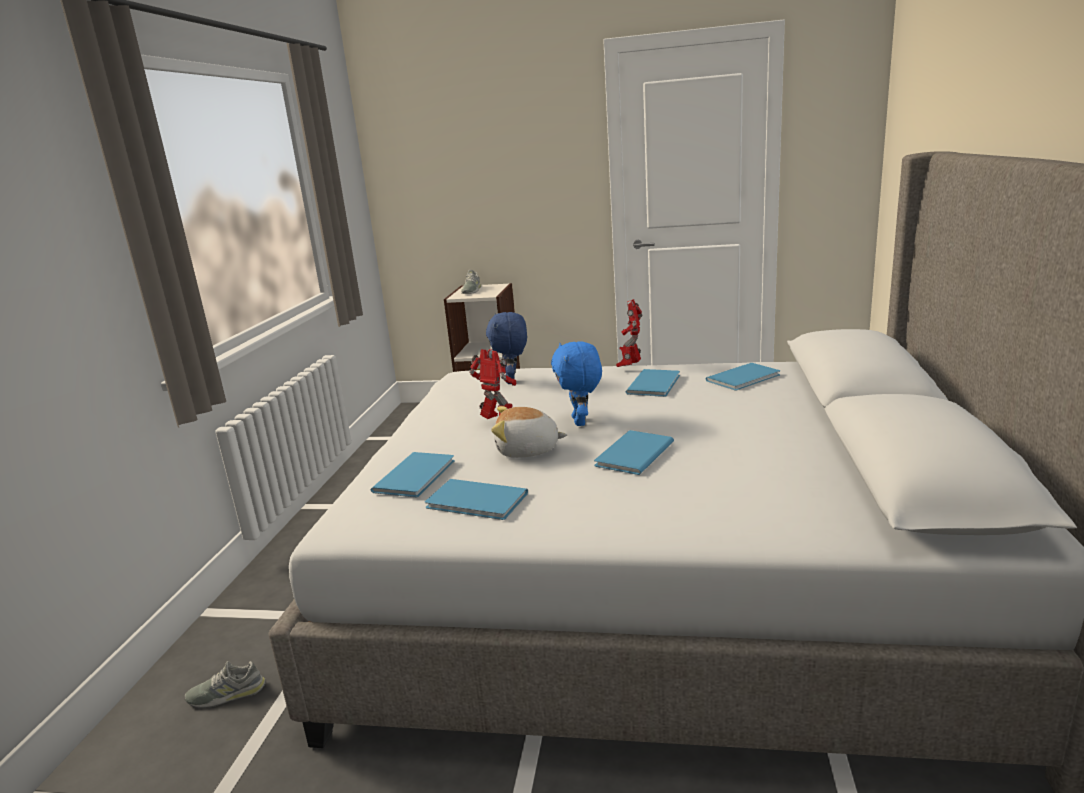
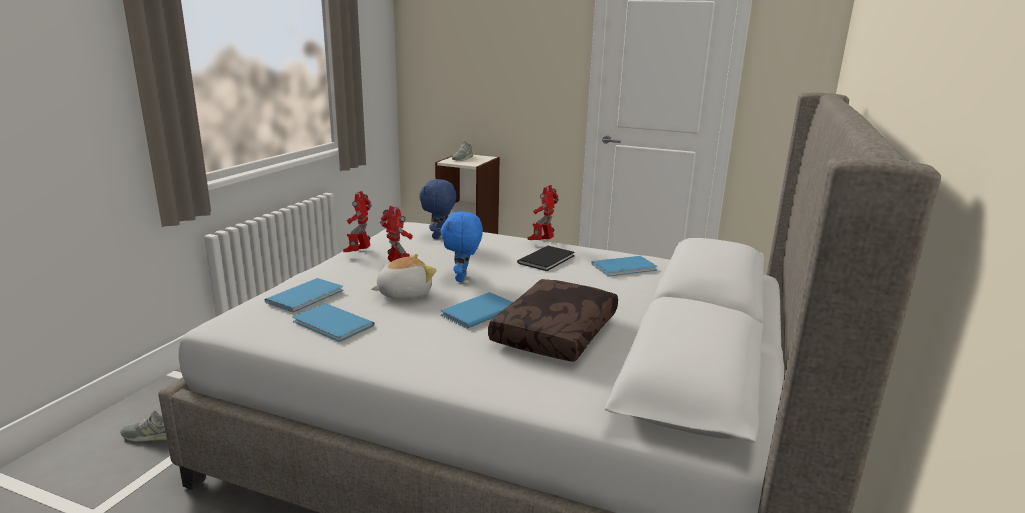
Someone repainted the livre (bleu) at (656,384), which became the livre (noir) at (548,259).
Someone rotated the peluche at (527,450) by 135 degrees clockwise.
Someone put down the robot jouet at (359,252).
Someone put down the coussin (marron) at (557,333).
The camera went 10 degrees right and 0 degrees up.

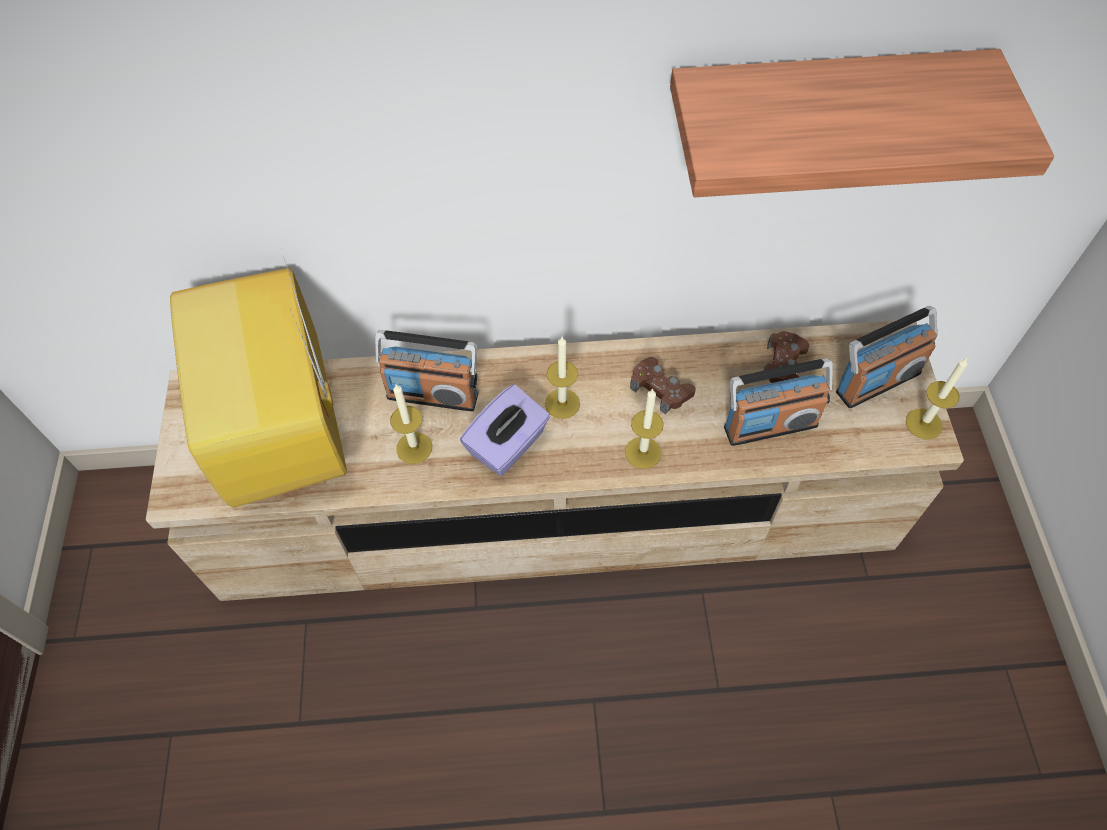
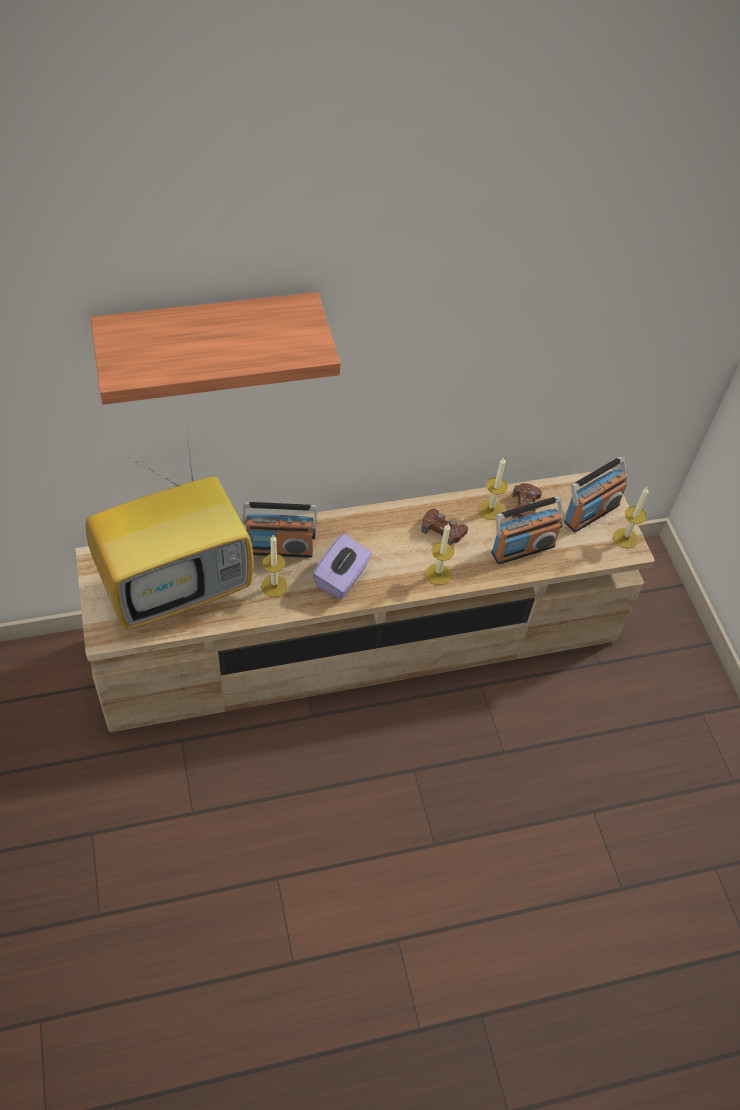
Someone carried the étagère from (822,109) to (209,337).
Someone rotated the téléviseur at (288,435) by 90 degrees counterclockwise.
Someone carried the bougie from (562,403) to (490,510).
The camera went 15 degrees left and 5 degrees down.

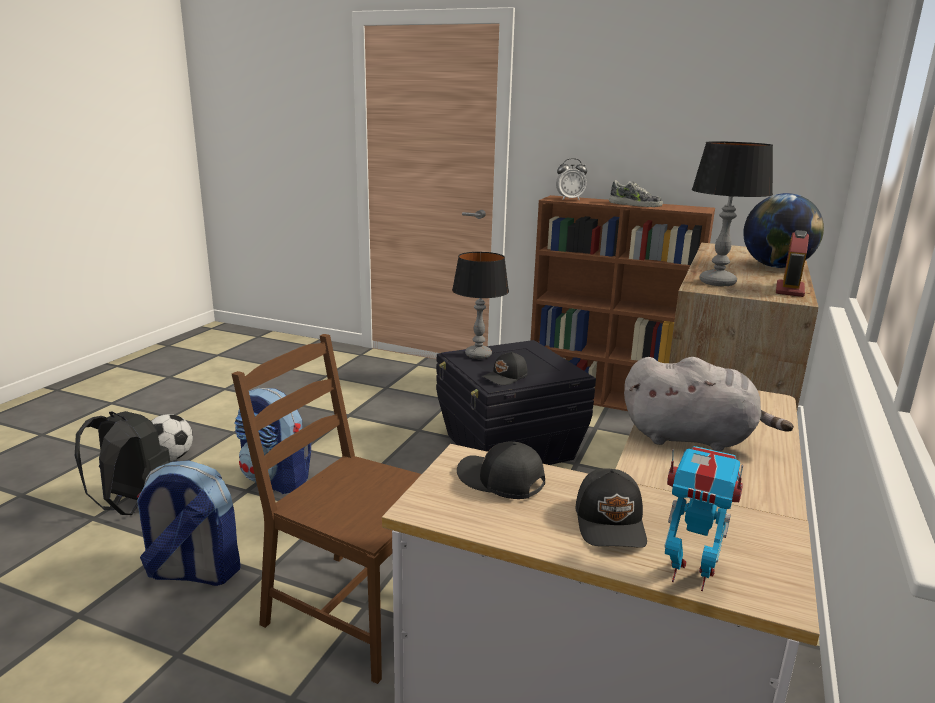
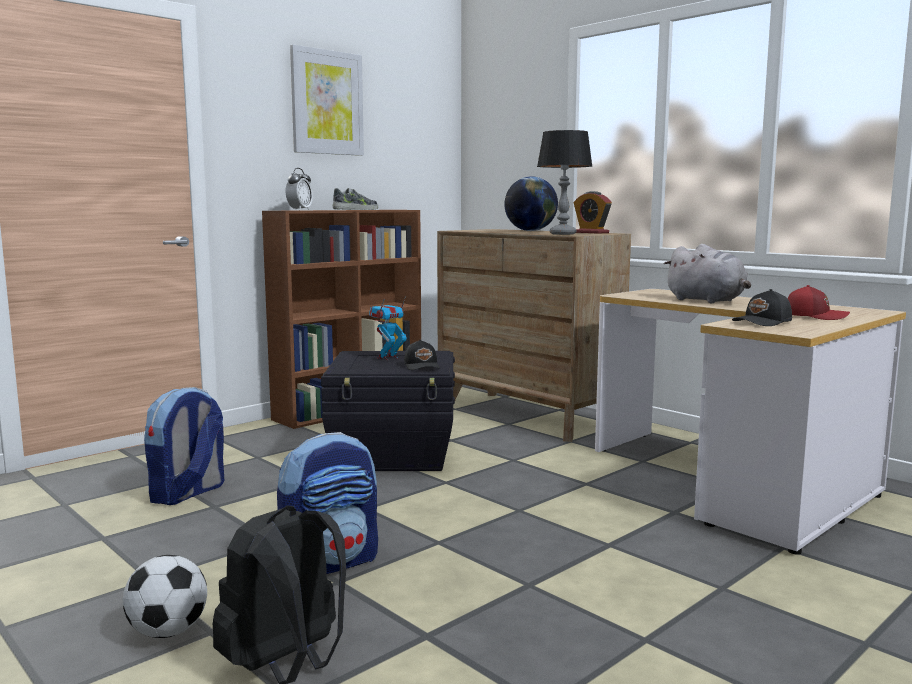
Someone took away the lampe de table at (478,355).
Someone took away the chaise (marron) at (354,611).
Someone rotated the peluche (gris) at (692,438) by 105 degrees clockwise.
Someone carried the robot jouet from (690,574) to (388,358).
Someone carried the sac à dos from (193,572) to (187,493).
Someone repainted the casquette (noir) at (611,523), which became the casquette (rouge) at (814,316).
Someone put up the tableau at (327,102).
The camera went 65 degrees left and 10 degrees down.

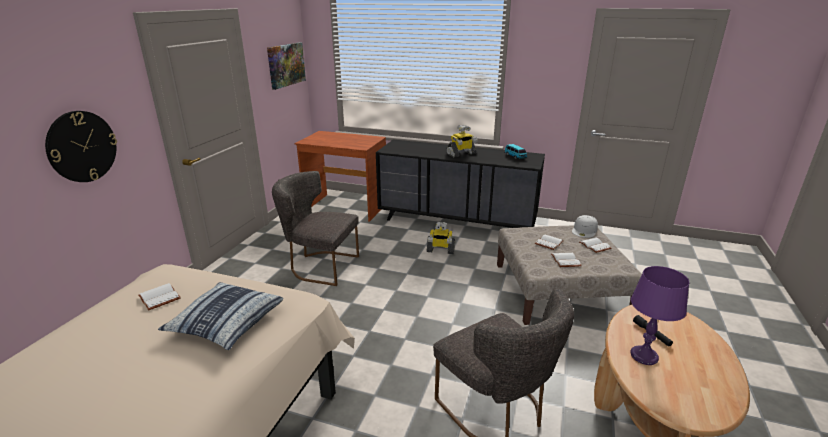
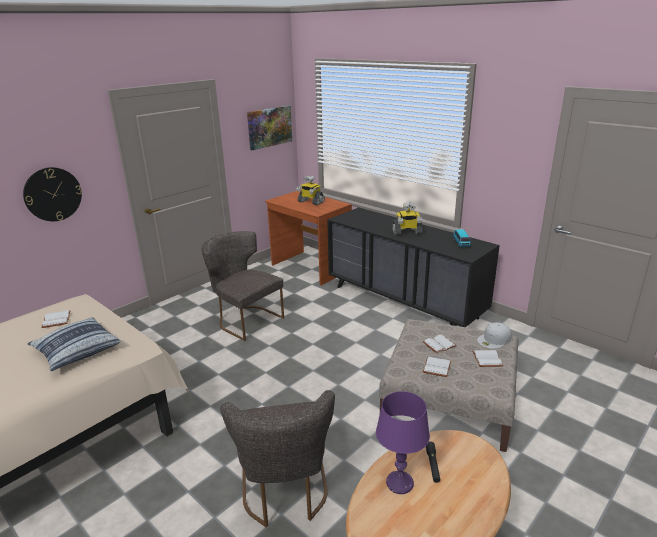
Someone carried the robot jouet from (440,250) to (310,202).
The camera went 25 degrees right and 0 degrees up.

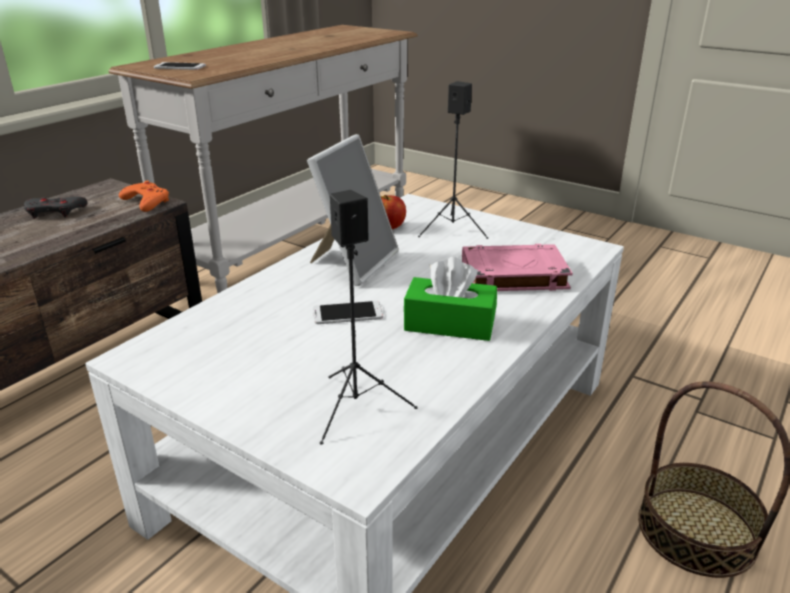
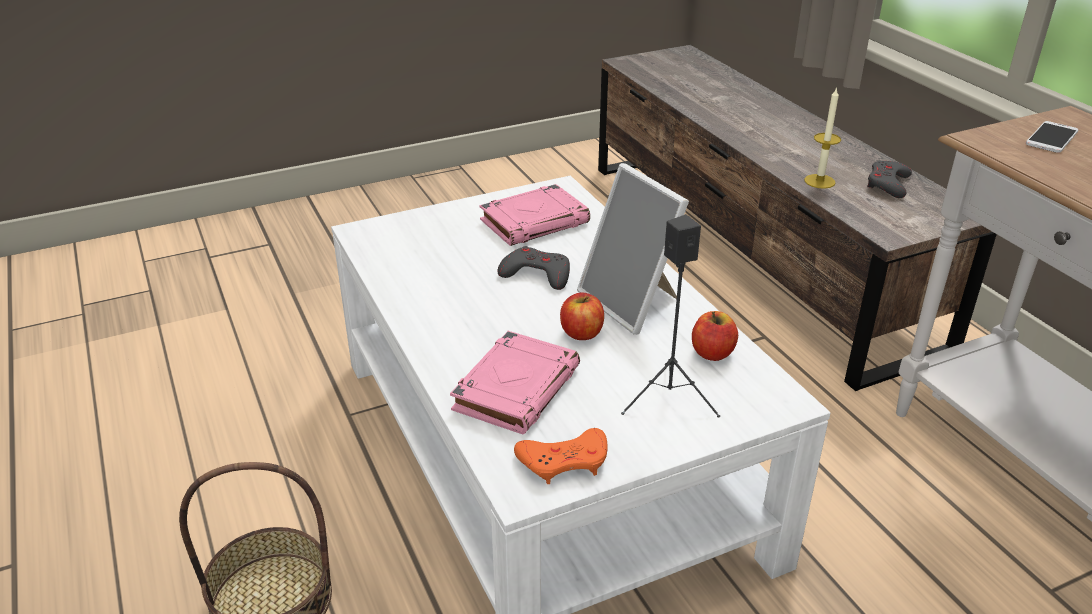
Someone carried the manette (orange) from (146,201) to (564,461).
Someone took away the enceinte (noir) at (357,407).
Someone took away the boîte à mouchoirs (vert) at (449,324).
Someone swapped the téléphone at (347,313) for the manette (gris) at (536,274).
Someone put down the bougie at (819,181).
Someone put down the livre (rose) at (535,221).
Someone put down the pomme at (581,333).
The camera went 120 degrees right and 5 degrees up.

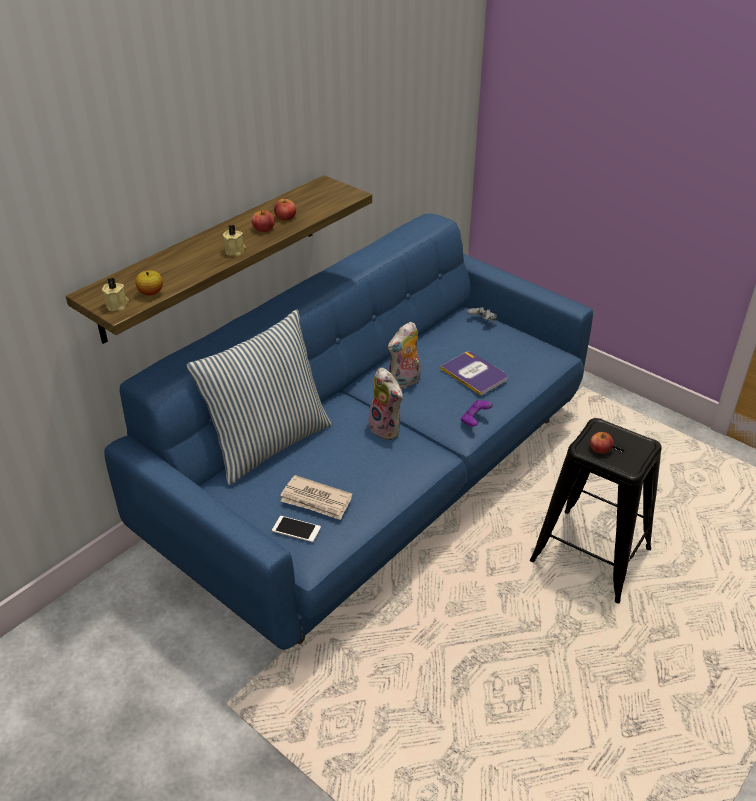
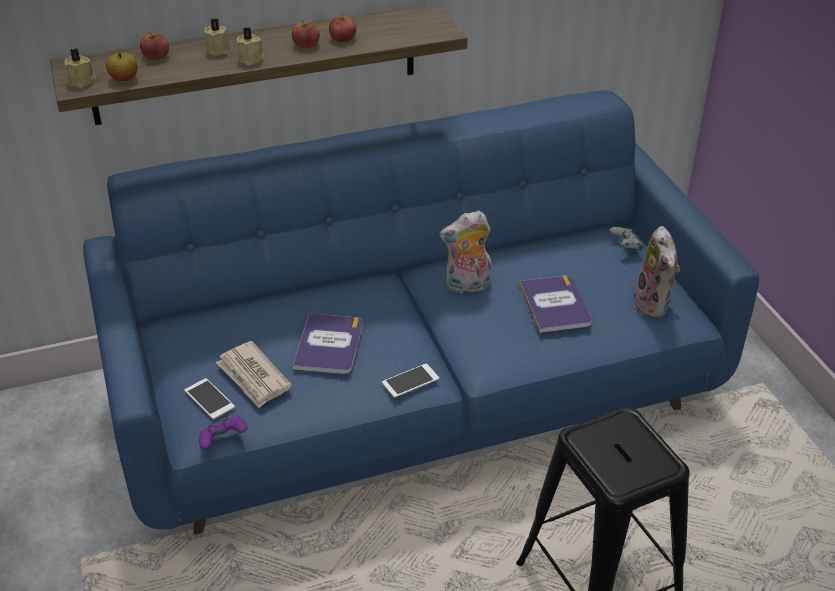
Someone took away the coussin at (268,443).
Someone carried the peluche from (387,429) to (654,305).
Someone carried the manette (violet) from (475,420) to (223,441).
Someone carried the pomme from (600,448) to (156,56).
Someone put down the bougie (beige) at (219,49).
Someone put down the livre at (329,345).
Someone put down the téléphone at (410,381).
The camera went 30 degrees right and 0 degrees up.

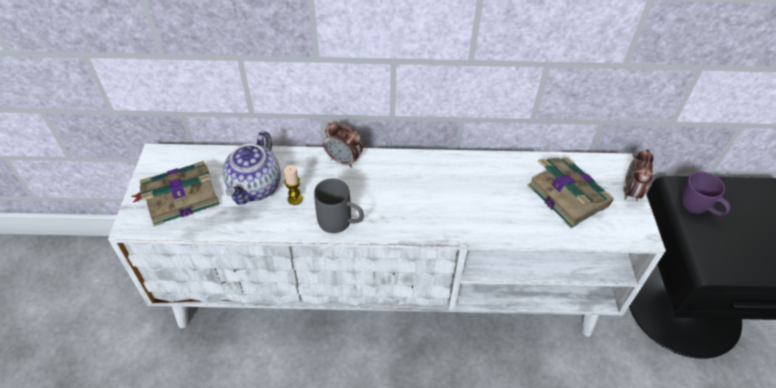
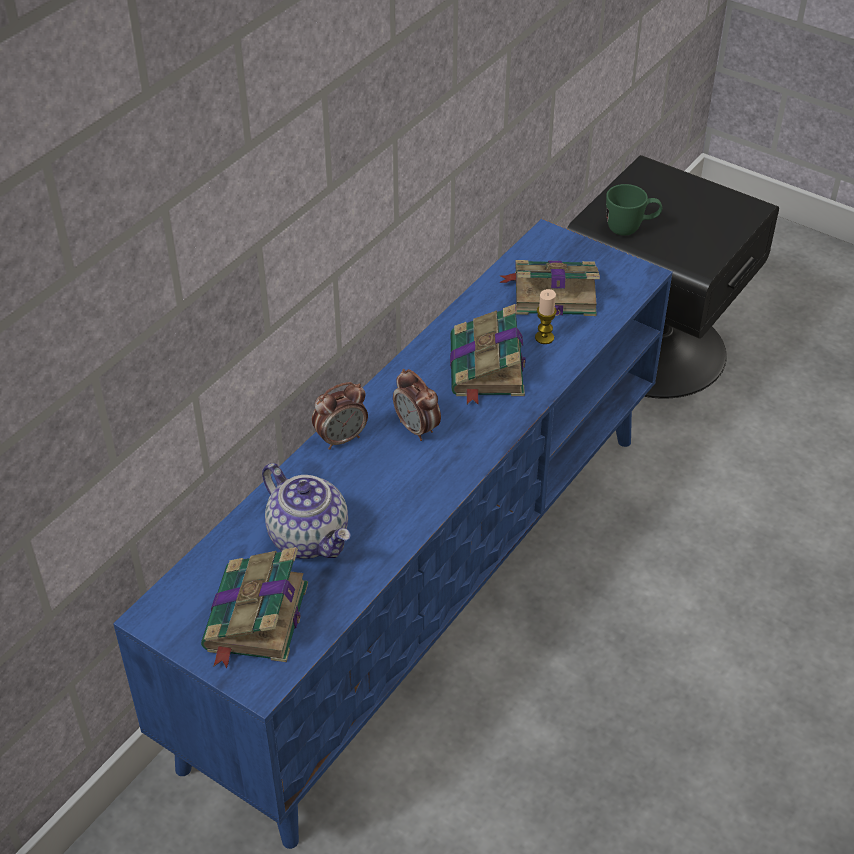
Someone repainted the meuble télé (blanc) at (387,289), which became the meuble télé (bleu) at (426,586).
Someone carried the réveil from (631,192) to (417,429).
Someone carried the bougie from (295,199) to (544,338).
Someone repainted the mug (violet) at (697,210), which became the mug (vert) at (630,229).
Someone took away the mug (gris) at (341,223).
Someone put down the livre at (487,369).
The camera went 55 degrees left and 5 degrees down.

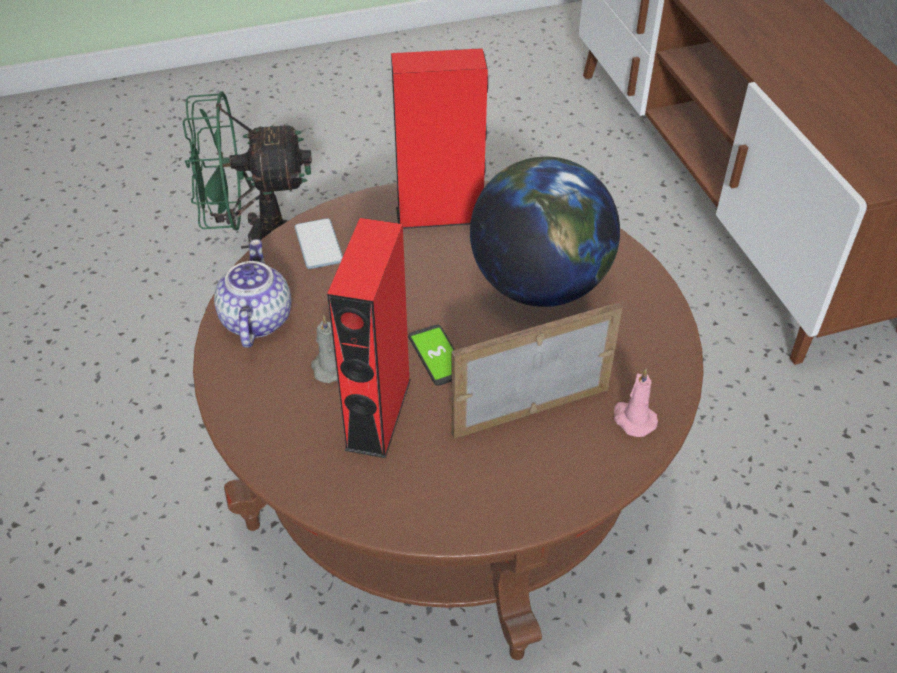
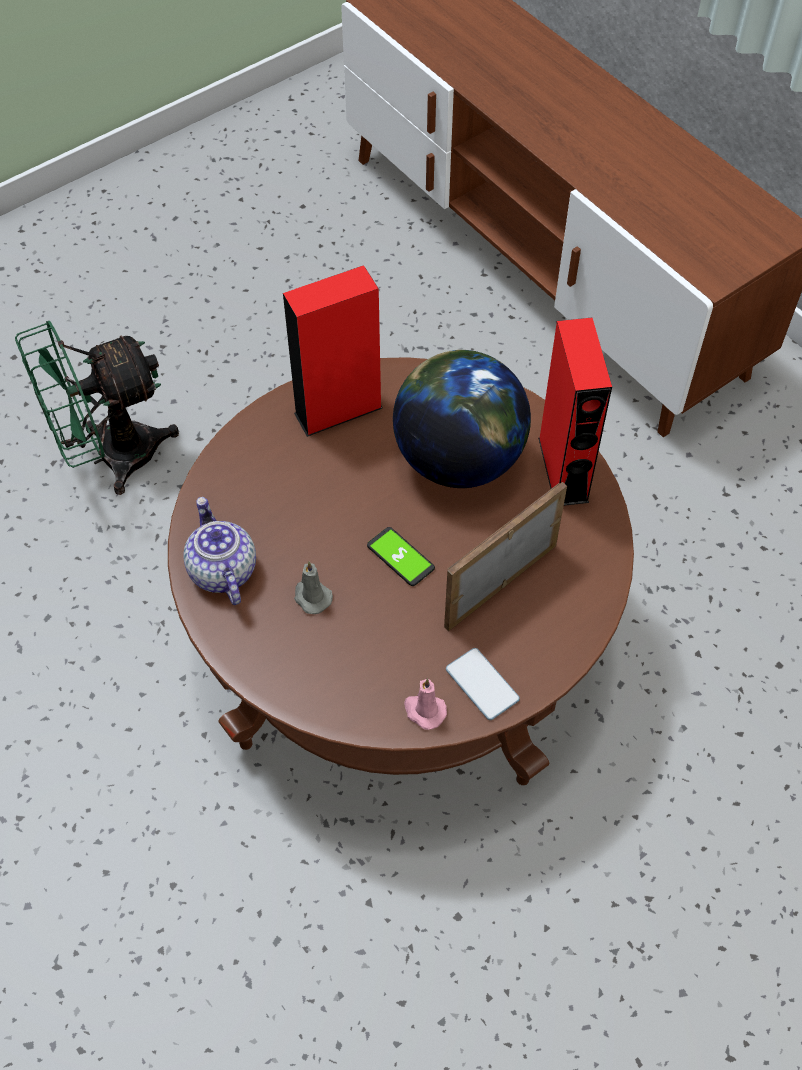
Someone carried the téléphone from (318,245) to (482,684).
Someone carried the enceinte (rouge) from (378,414) to (563,469).
Someone carried the bougie (rose) from (633,419) to (424,710).
The camera went 20 degrees left and 10 degrees up.

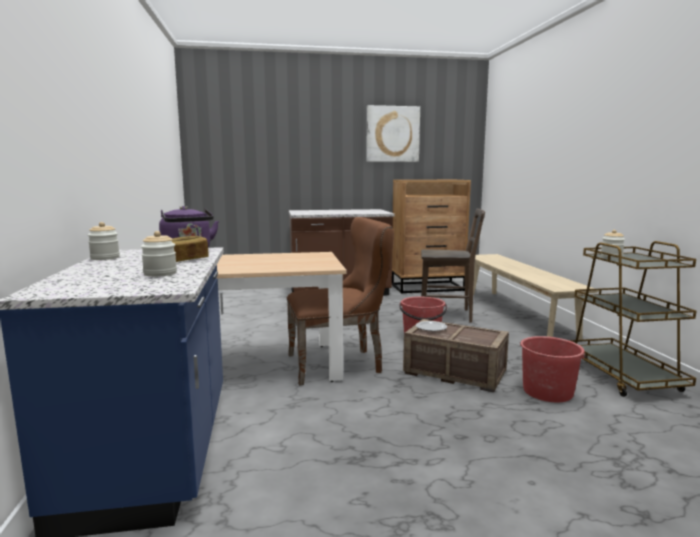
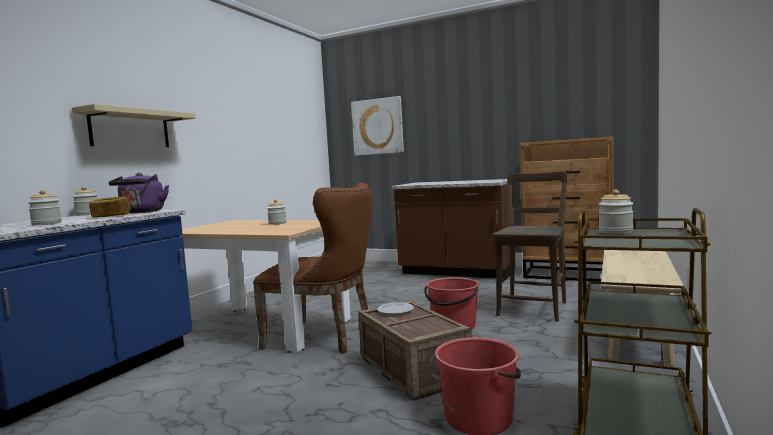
Someone carried the tableau from (392,134) to (377,126).
Someone rotated the chaise (marron) at (448,315) by 105 degrees counterclockwise.
Someone put up the étagère (beige) at (130,129).
Someone put down the bocal at (277,223).
The camera went 35 degrees right and 5 degrees down.

